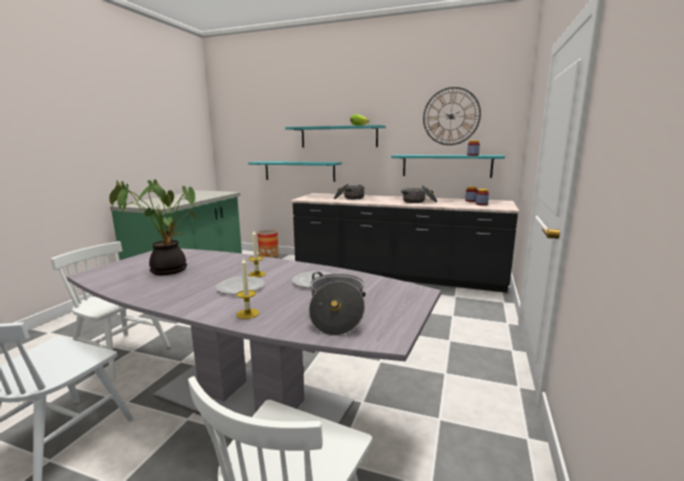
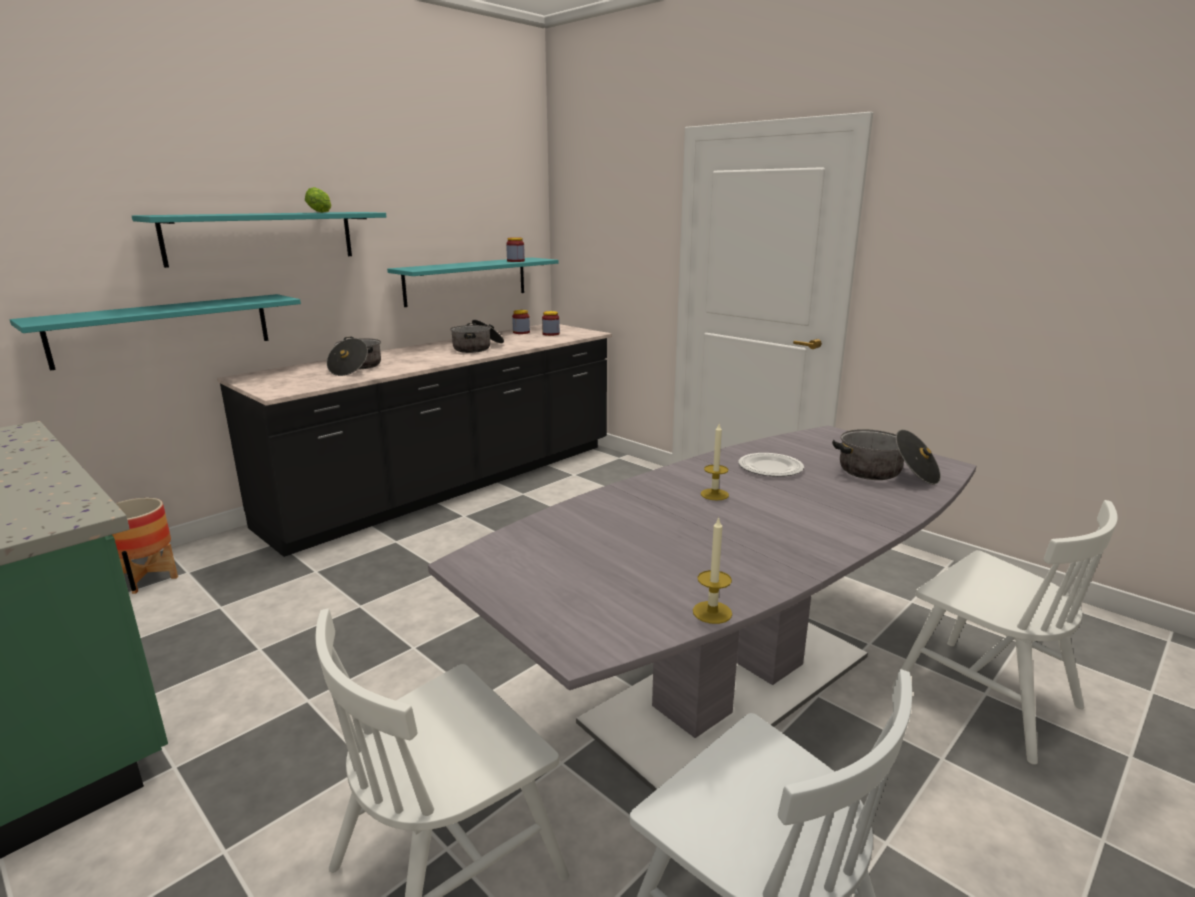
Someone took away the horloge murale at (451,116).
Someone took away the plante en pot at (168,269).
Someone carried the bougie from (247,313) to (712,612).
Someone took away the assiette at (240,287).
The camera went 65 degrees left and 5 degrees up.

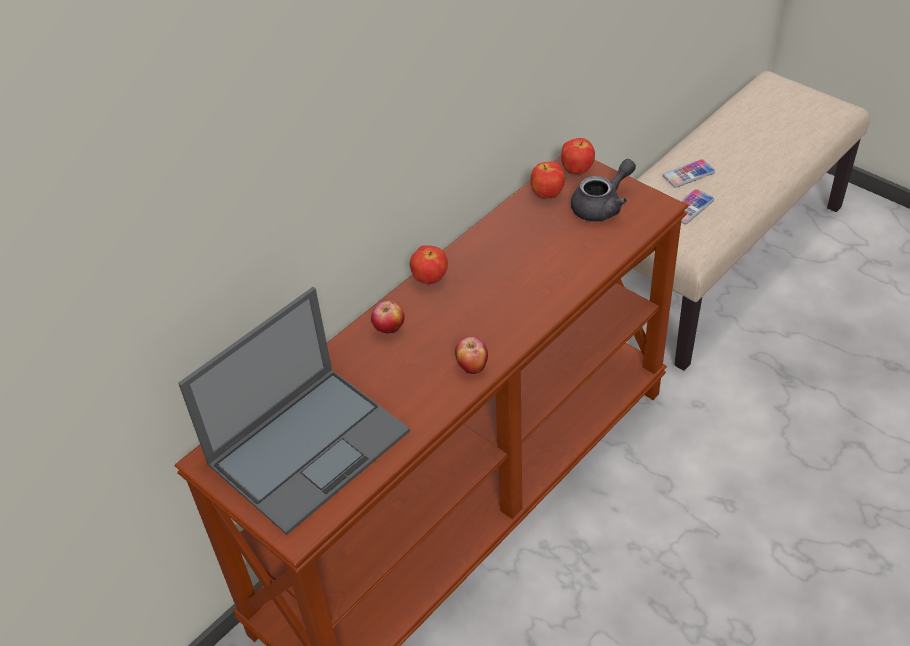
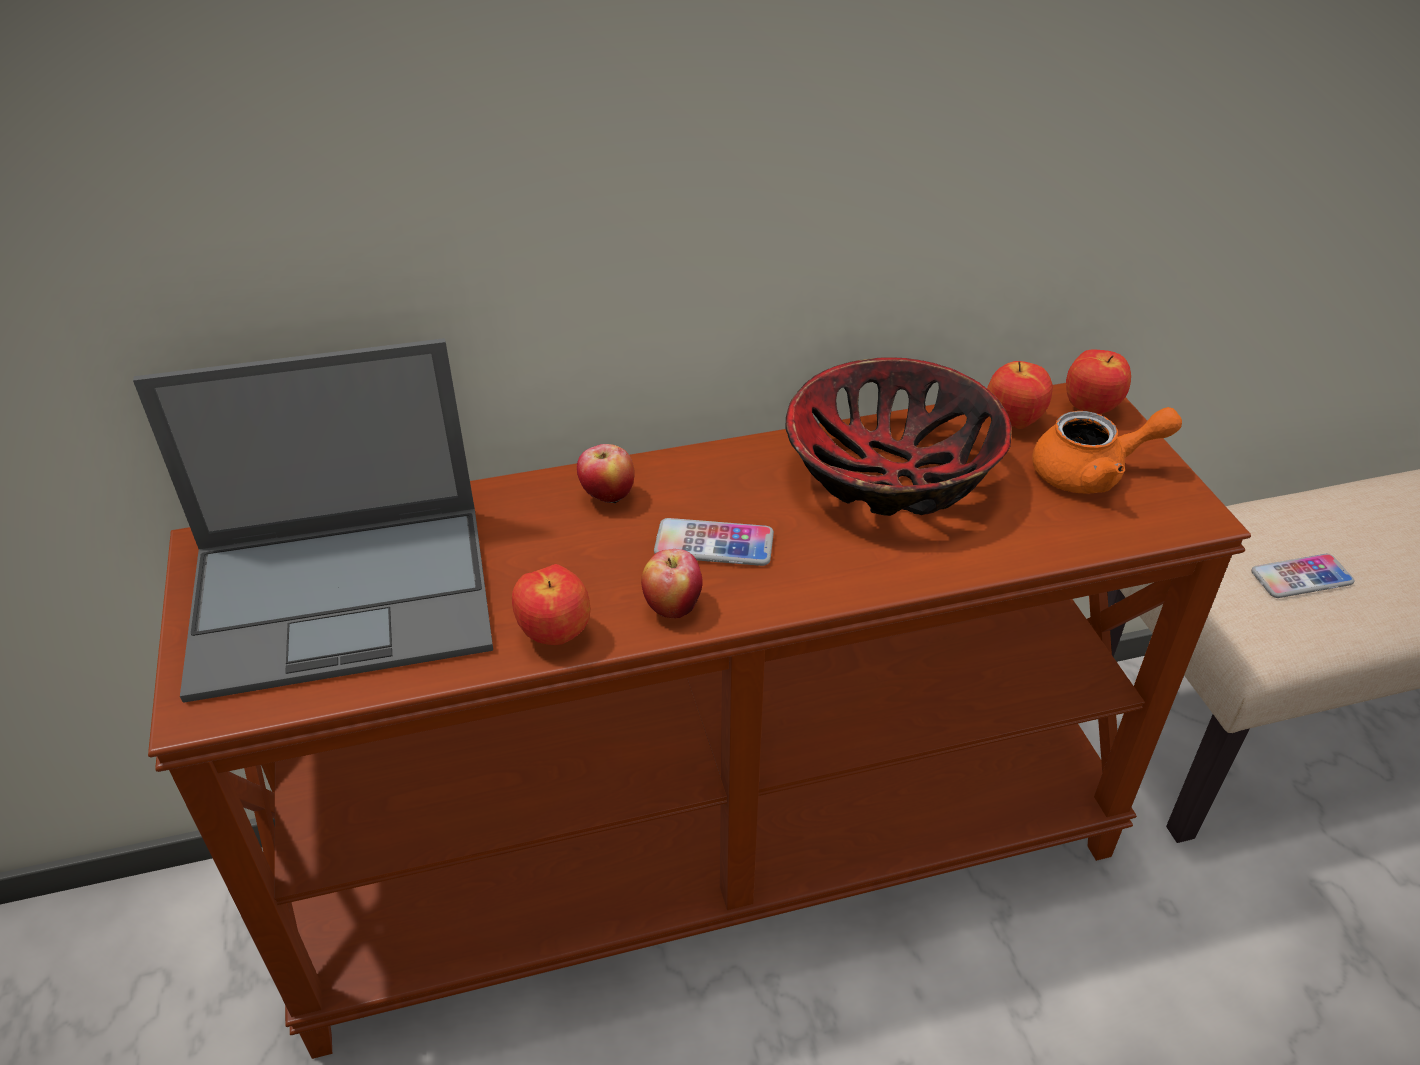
Someone repainted the théière (gris) at (602,206), which became the théière (orange) at (1092,473).
Someone carried the téléphone from (688,174) to (714,544).
Someone carried the pomme from (430,279) to (555,634).
Someone put down the bol at (890,475).
The camera went 30 degrees right and 5 degrees down.

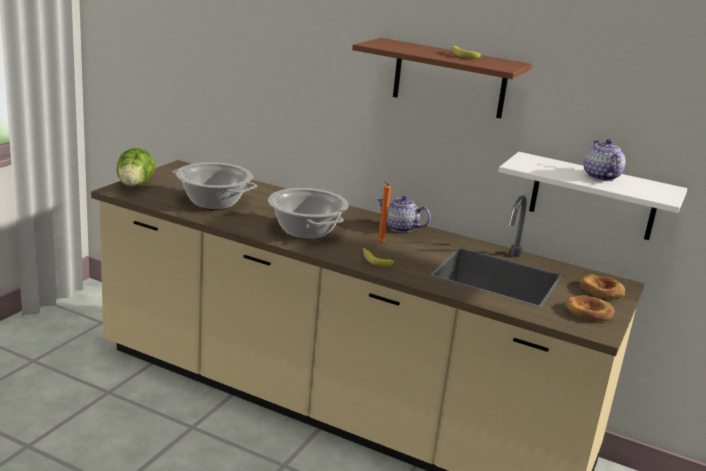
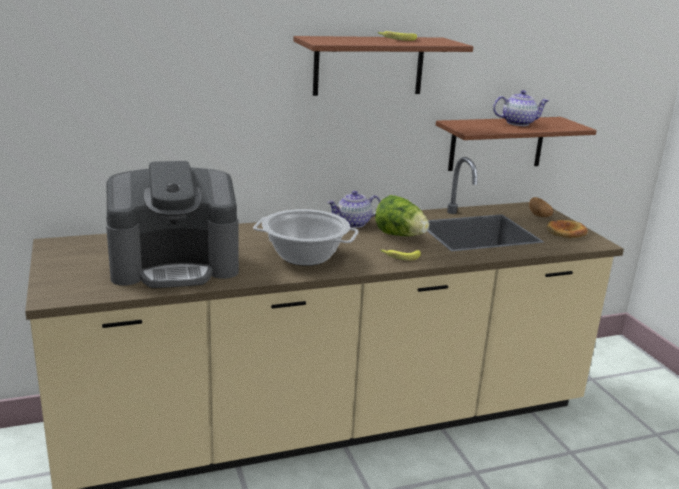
Someone rotated the théière at (600,176) by 135 degrees clockwise.
Someone carried the laitue from (134,186) to (400,235).
Someone repainted the étagère (blanc) at (593,197), which became the étagère (marron) at (497,143).
Someone swapped the marmite at (214,202) for the machine à café at (175,265).
Someone took away the bougie (orange) at (380,243).
Someone swapped the pain at (601,290) for the pomme de terre at (538,215).
The camera went 45 degrees left and 0 degrees up.

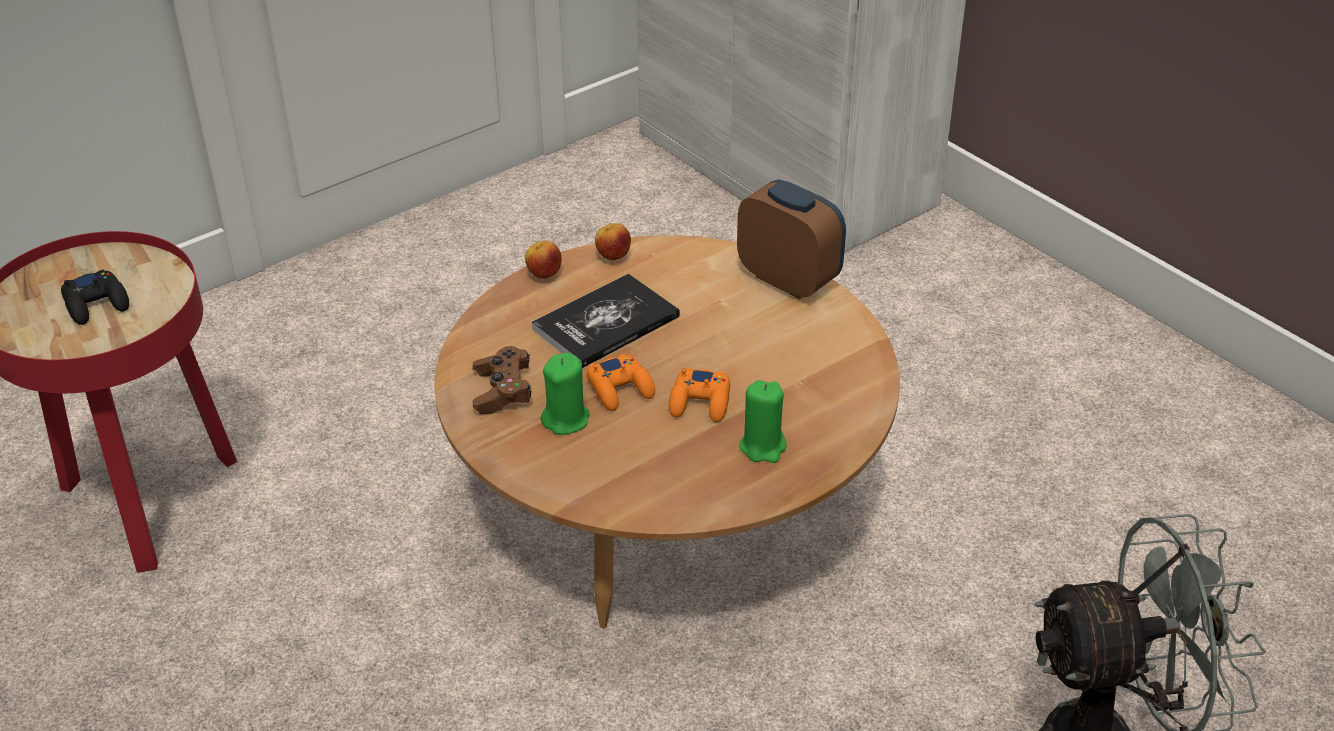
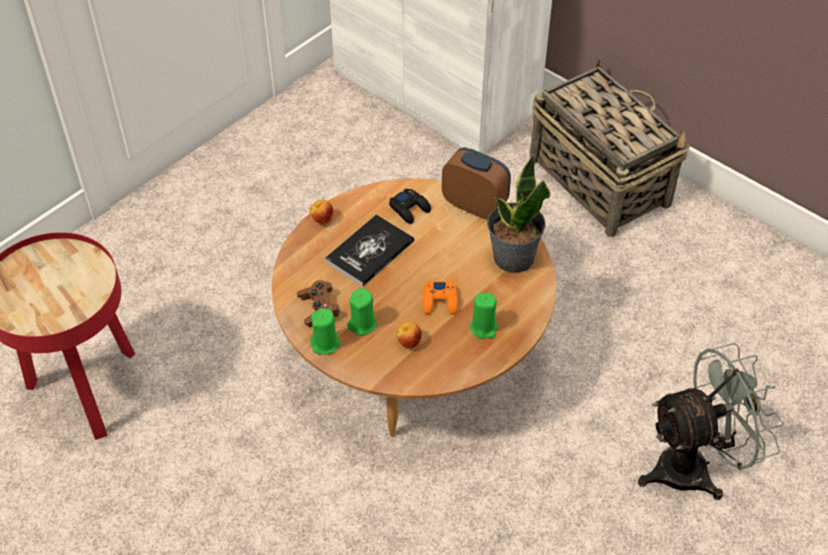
Someone carried the pomme from (613,257) to (408,343).
Someone carried the manette (noir) from (97,304) to (410,209).
Someone took away the manette (orange) at (620,389).
Someone put down the panier at (598,180).
Someone put down the plante en pot at (513,258).
Someone put down the bougie (vert) at (325,344).
The camera went 10 degrees left and 10 degrees up.

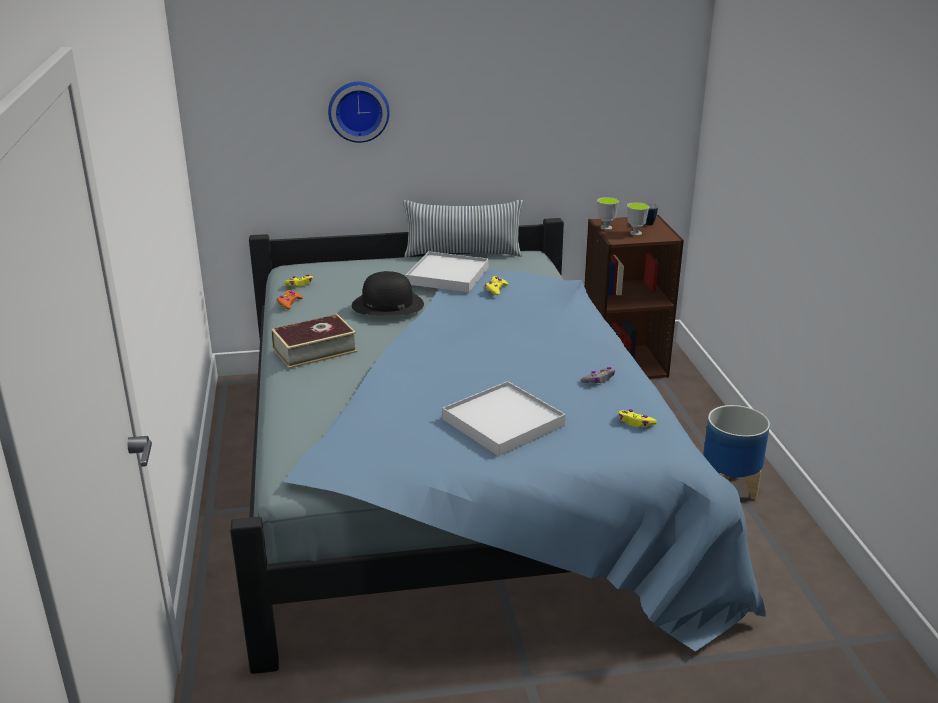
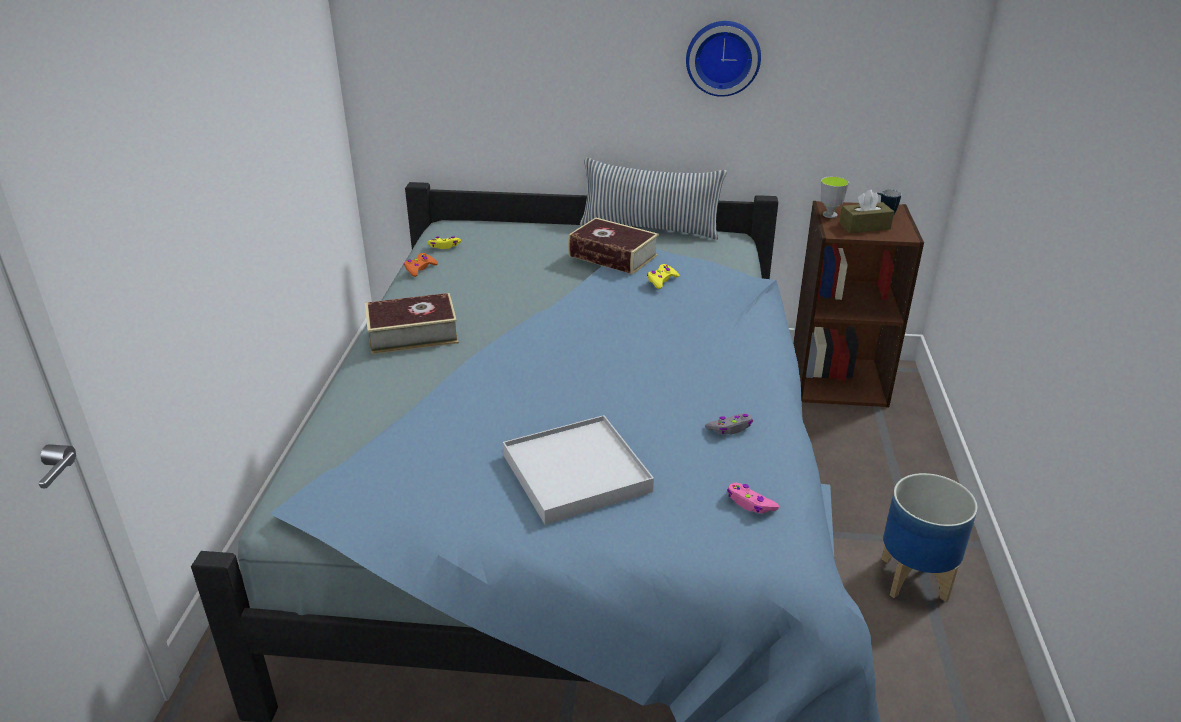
Someone carried the horloge murale from (358,111) to (723,57).
Someone swapped the tasse at (636,233) for the boîte à mouchoirs (marron) at (864,226).
Someone swapped the plateau (blanc) at (447,275) for the livre at (613,256).
Someone took away the chapeau (noir) at (387,304).
Someone repainted the manette (jaune) at (636,423), which became the manette (rose) at (750,503).
The camera went 15 degrees right and 5 degrees up.

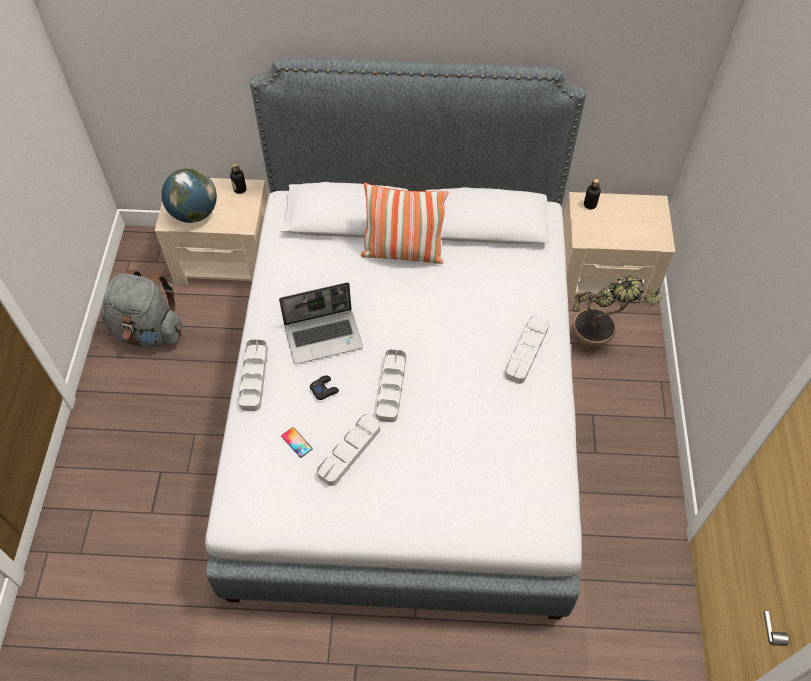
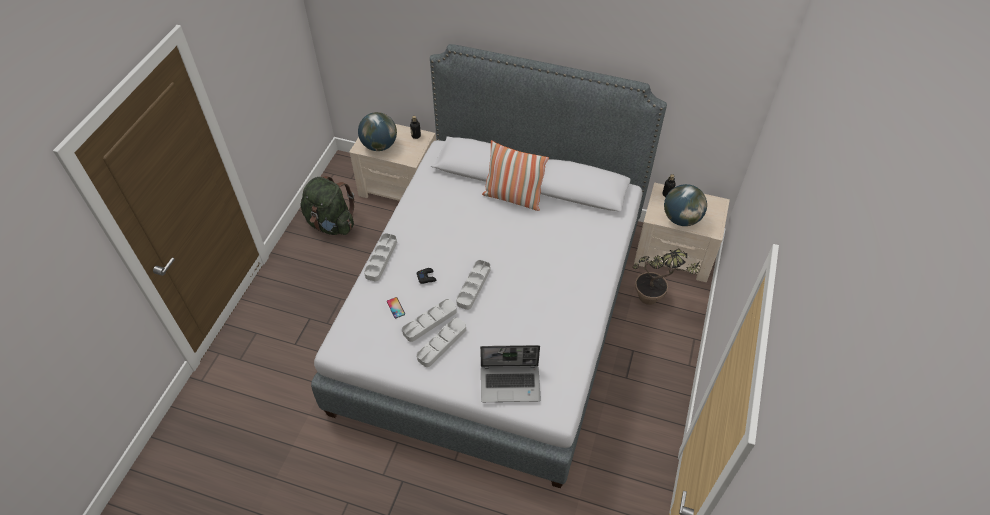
Someone repainted the sac à dos (gris) at (149,332), which became the sac à dos (vert) at (331,224).
Someone carried the ordinateur portable from (324,336) to (511,383).
Someone carried the plateau (gris) from (526,352) to (442,344).
Someone put down the globe at (681,219).
The camera went 15 degrees right and 5 degrees down.

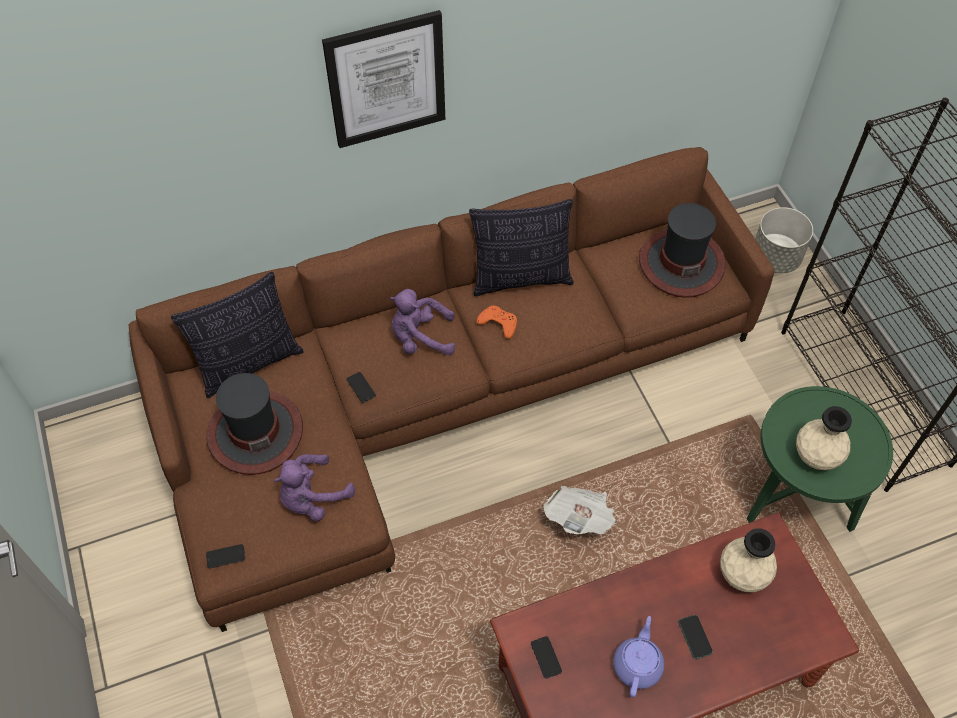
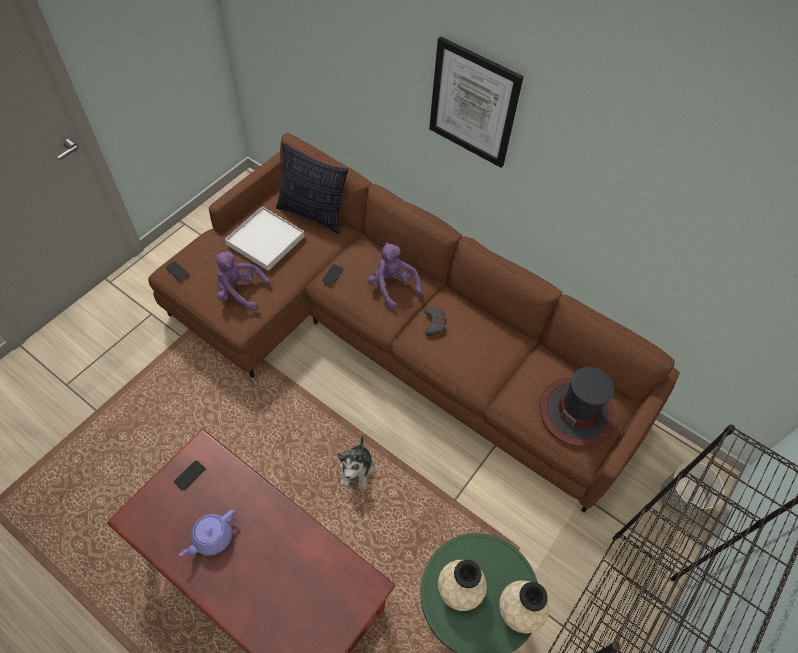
Someone took away the coussin at (521,278).
Someone repainted the manette (orange) at (498,323), which became the manette (gris) at (434,323).
Someone swapped the chapeau at (255,432) for the plateau (blanc) at (266,240).
Someone swapped the journal at (580,517) for the peluche at (357,469).
Someone carried the vase (beige) from (742,575) to (519,611).
Someone took away the téléphone at (695,637).
Someone rotated the théière (violet) at (637,665) by 150 degrees clockwise.
The camera went 55 degrees right and 0 degrees up.

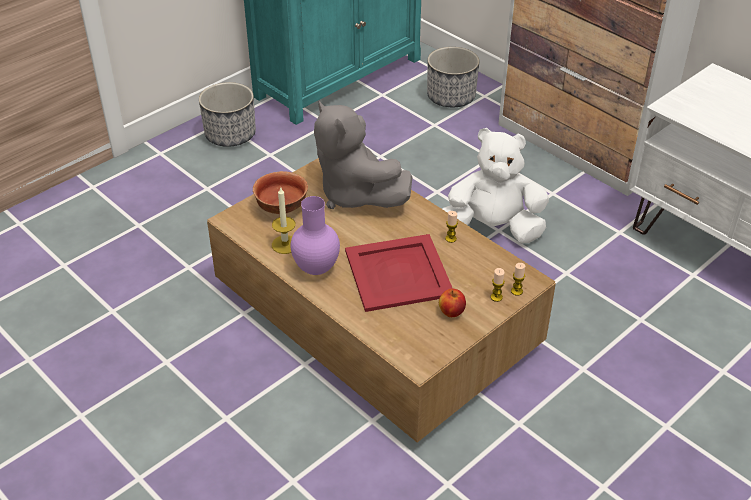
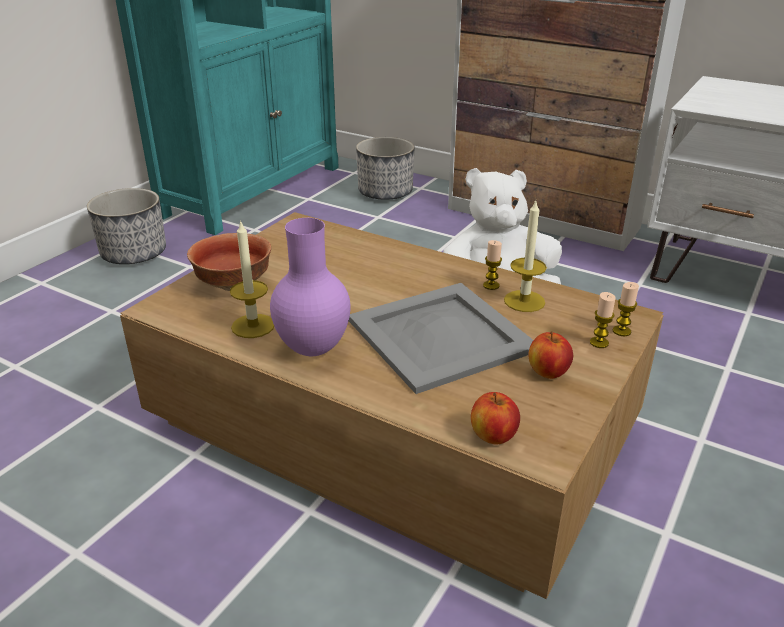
Someone took away the peluche (gris) at (355,194).
Someone repainted the plateau (rouge) at (397,273), which became the plateau (gris) at (440,336).
Someone put down the bougie at (524,301).
Someone put down the pomme at (493,436).
The camera went 15 degrees left and 10 degrees down.

